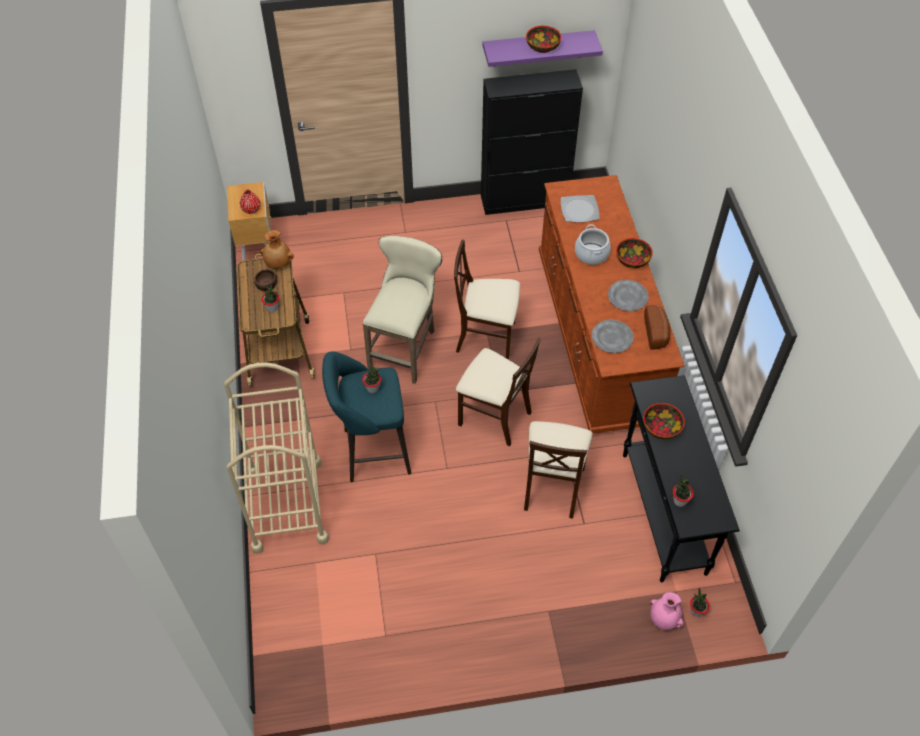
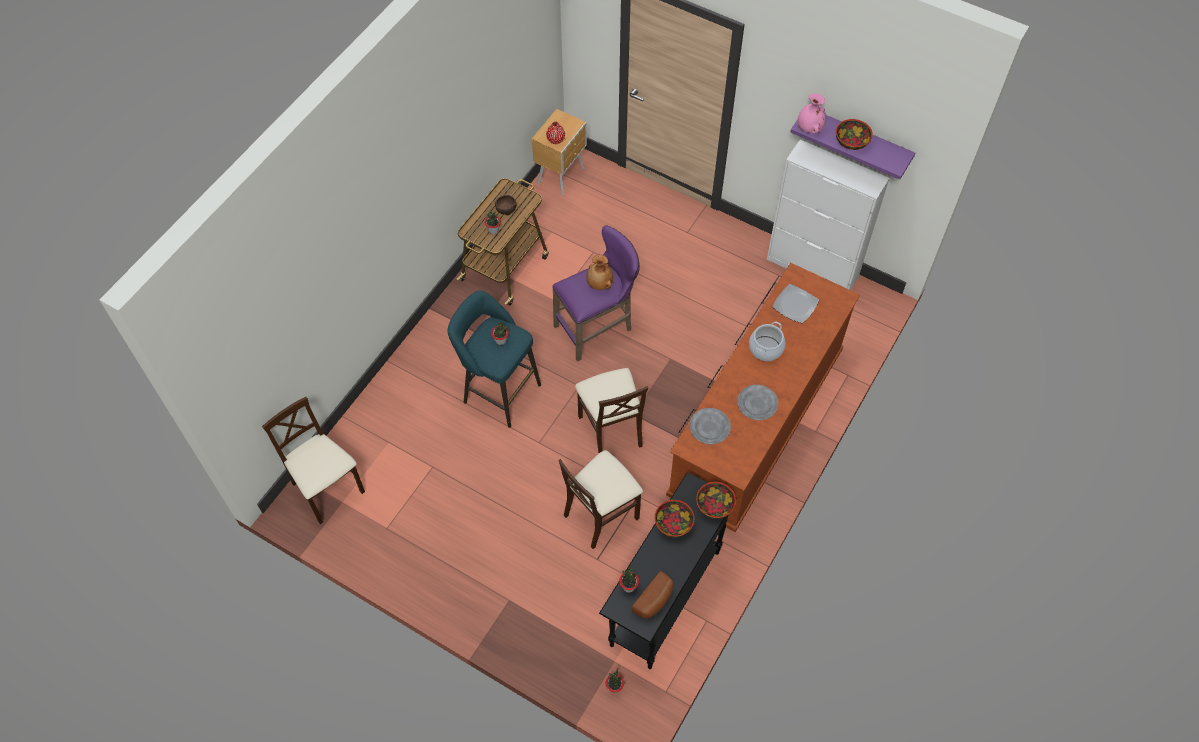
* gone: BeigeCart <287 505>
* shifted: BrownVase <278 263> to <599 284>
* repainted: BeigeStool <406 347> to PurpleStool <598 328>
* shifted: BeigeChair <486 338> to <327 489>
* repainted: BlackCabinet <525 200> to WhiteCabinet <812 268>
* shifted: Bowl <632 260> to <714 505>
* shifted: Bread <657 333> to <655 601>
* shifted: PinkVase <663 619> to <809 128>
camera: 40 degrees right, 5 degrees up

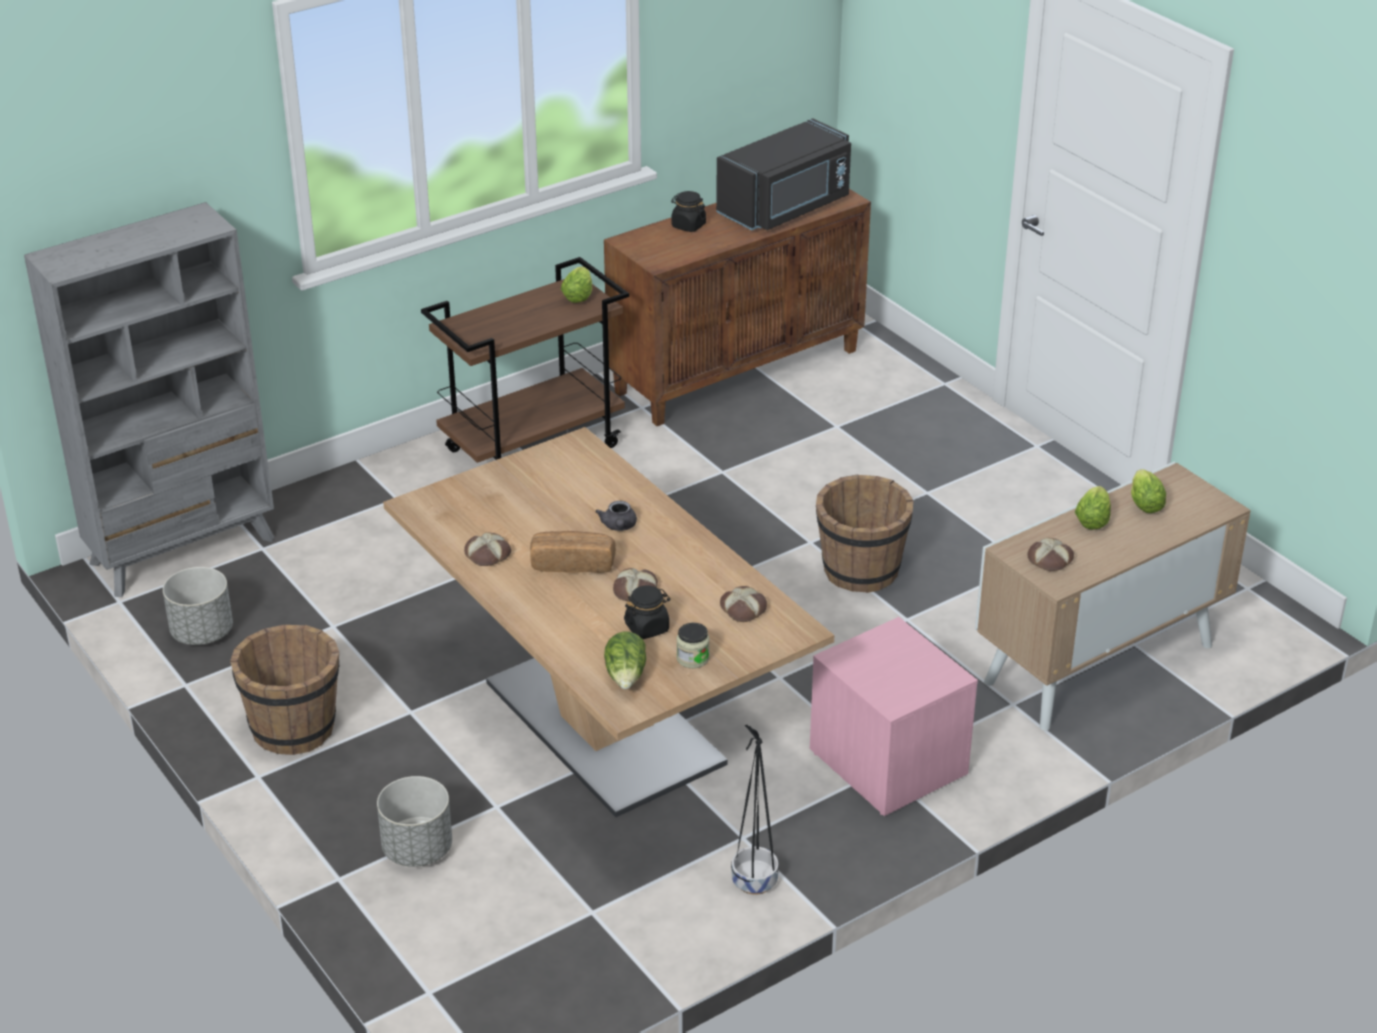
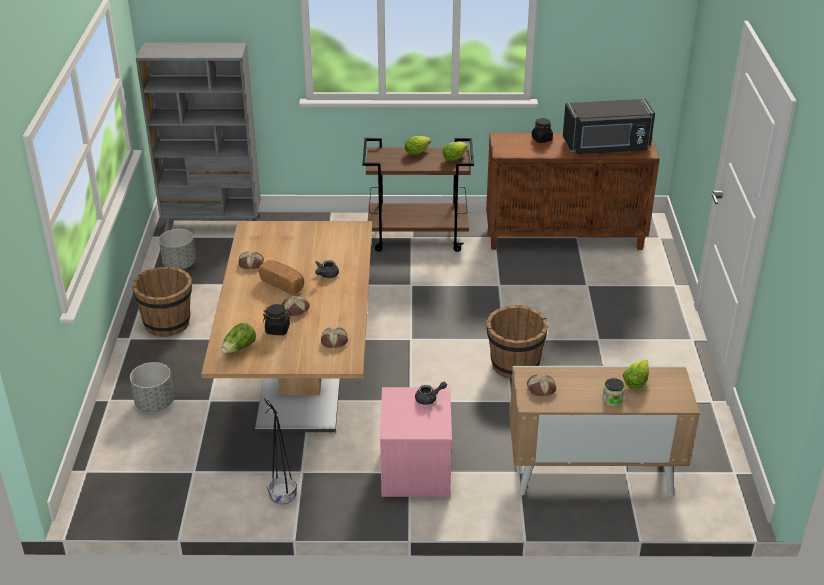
* shifted: Jar <692 658> to <612 400>
* shifted: Lettuce <1093 519> to <418 152>
* new: GreyTeapot <429 399>
camera: 35 degrees right, 0 degrees up

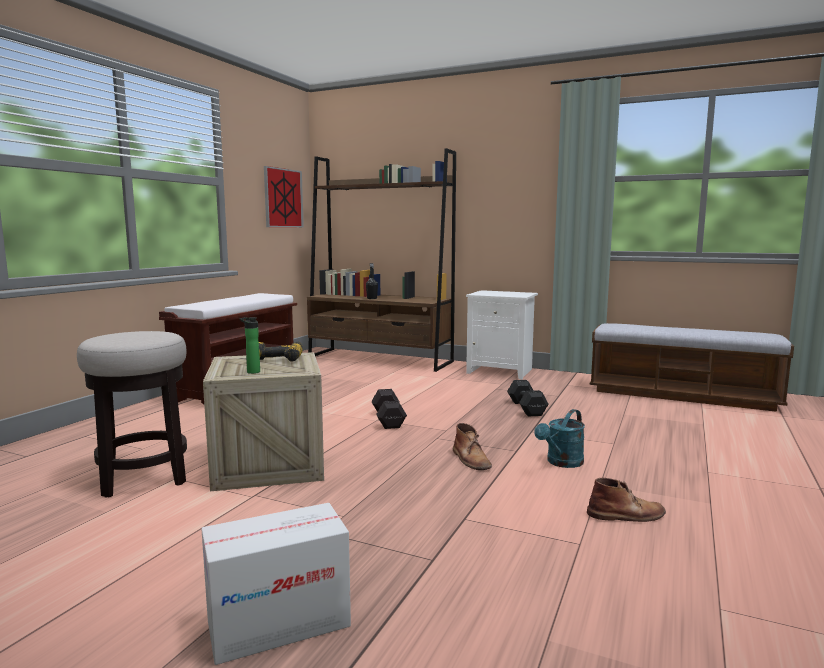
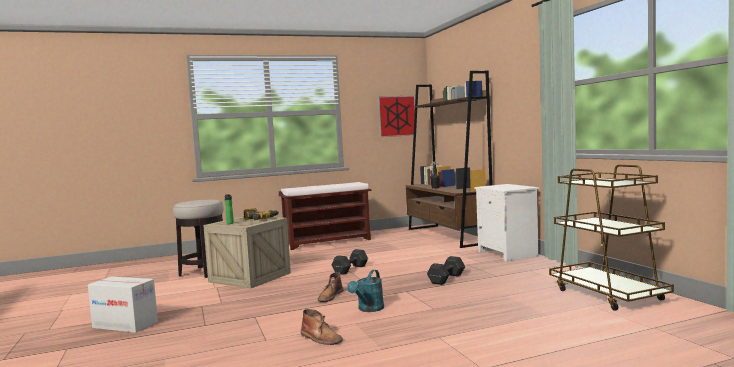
* rotated: TurquoiseWateringCan <561 463> = <368 309> 60 degrees counterclockwise
* swapped: Bench <681 395> to BrownCart <607 294>
camera: 45 degrees right, 5 degrees down

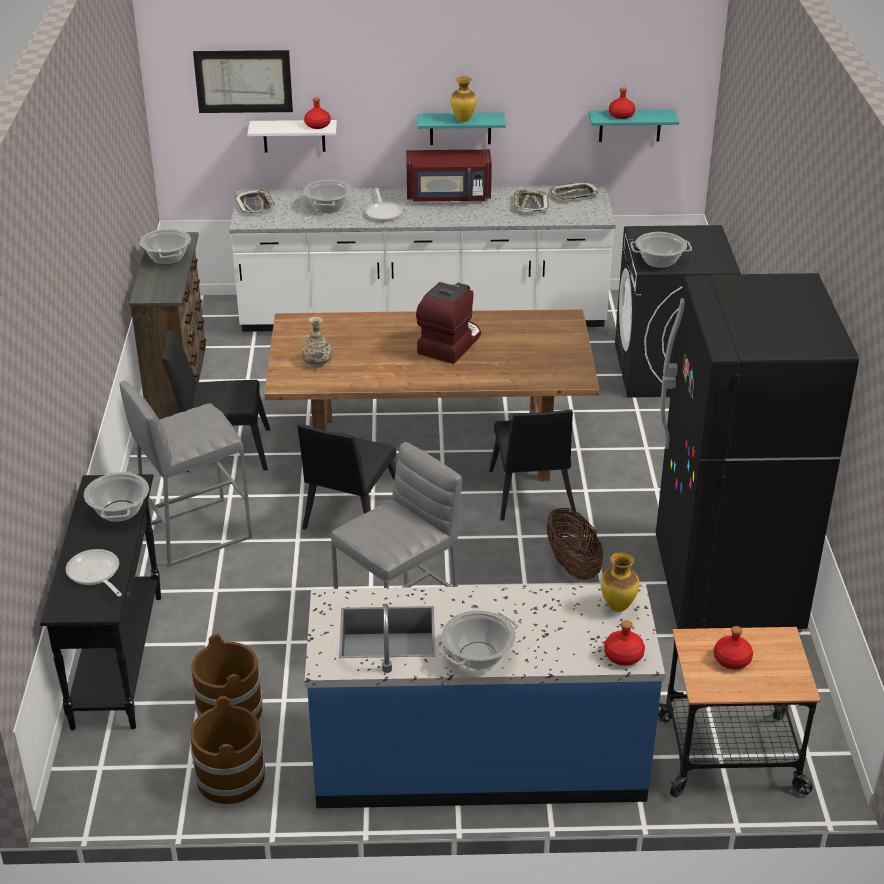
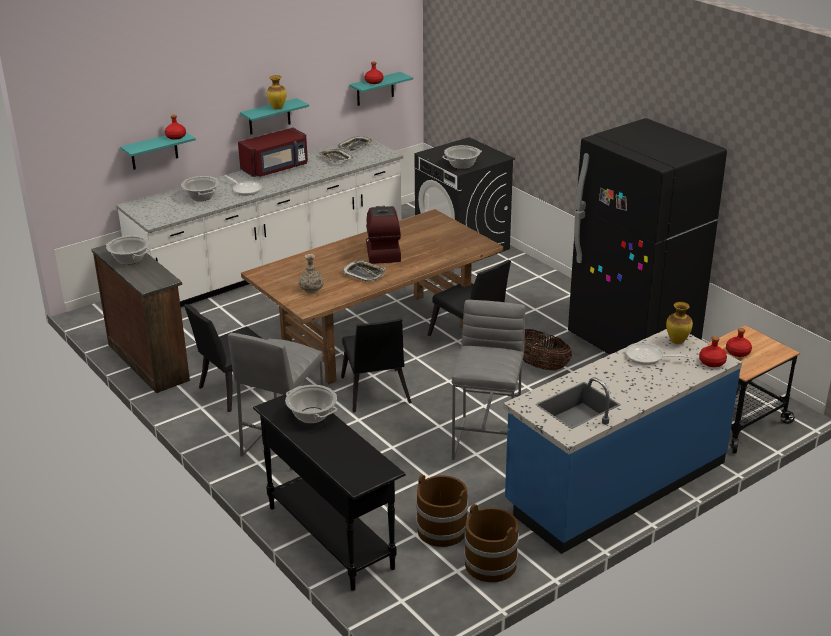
* shifted: FryingPan <95 574> to <648 357>
* gone: Picture <243 81>
* shifted: Tray <255 205> to <364 274>
* repainted: WhiteShelf <294 136> to TurquoiseShelf <154 151>
* gone: CookingPot <478 656>
camera: 35 degrees left, 5 degrees down

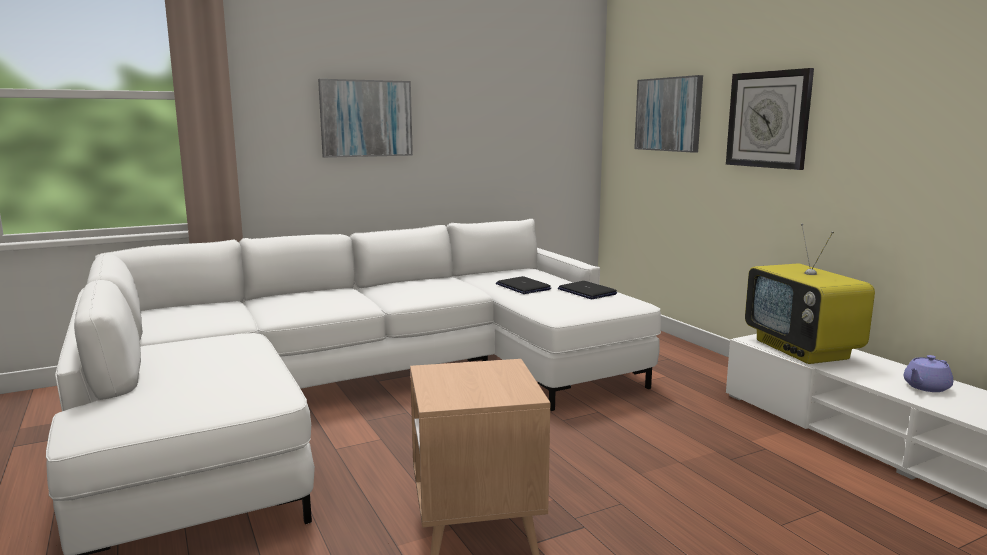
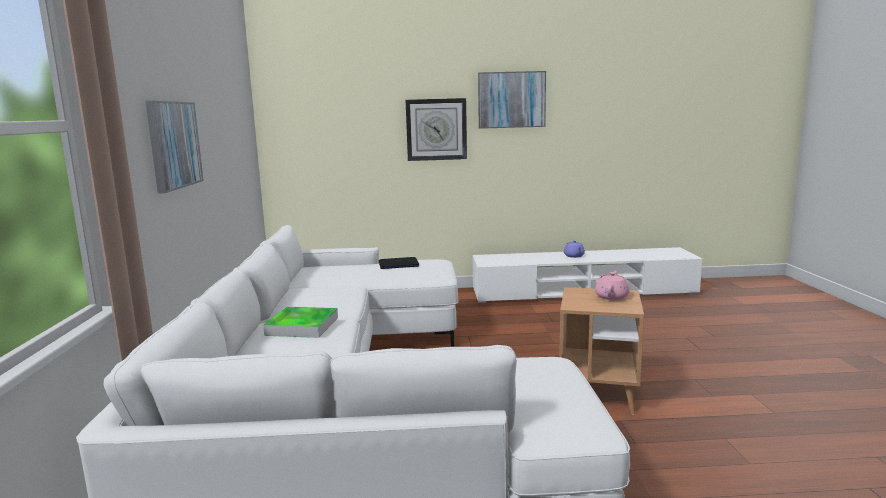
* gone: Laptop <522 287>
* shifted: Picture <668 114> to <511 100>
* gone: Television <802 350>
* new: Tray <302 326>
* new: PinkTeapot <611 297>
camera: 65 degrees left, 0 degrees up

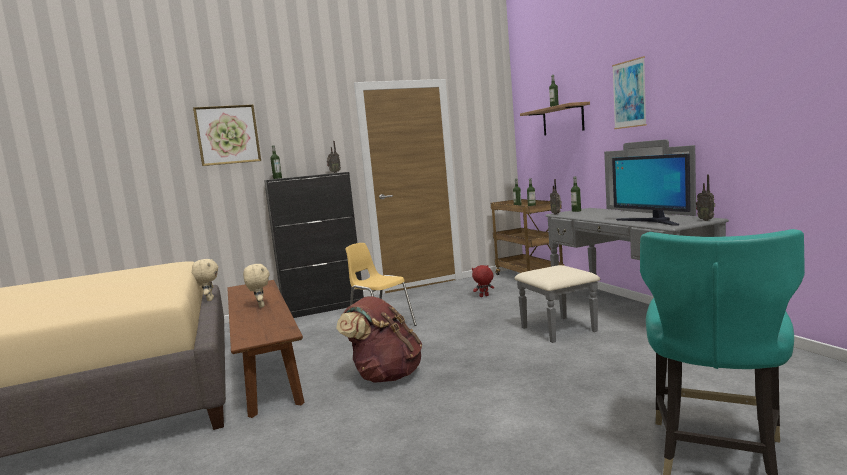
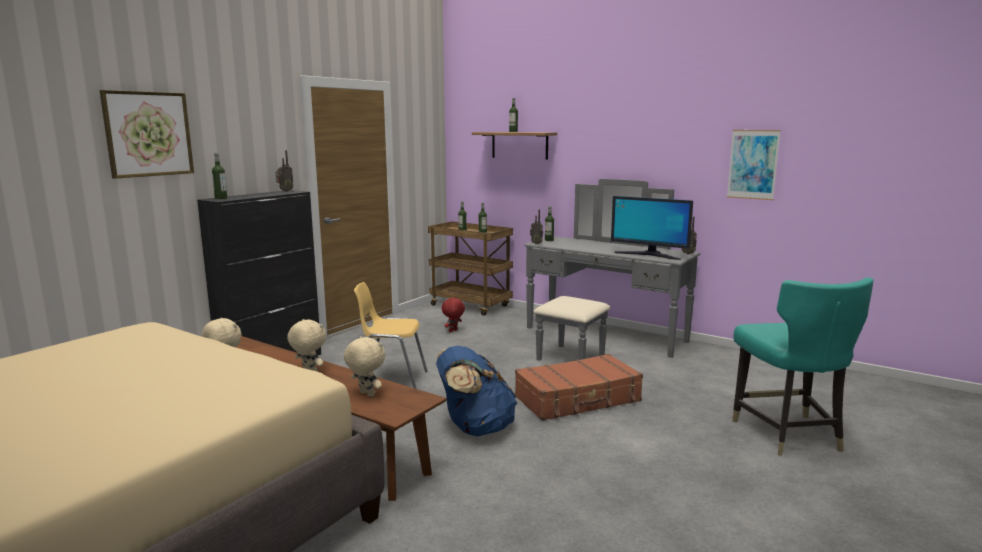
* repainted: BrownBackpack <385 376> to BlueBackpack <475 428>
* shifted: Picture <629 94> to <753 164>
* new: BeigePlushToy <366 394>
* new: BrownSuitcase <578 399>
camera: 35 degrees left, 5 degrees up

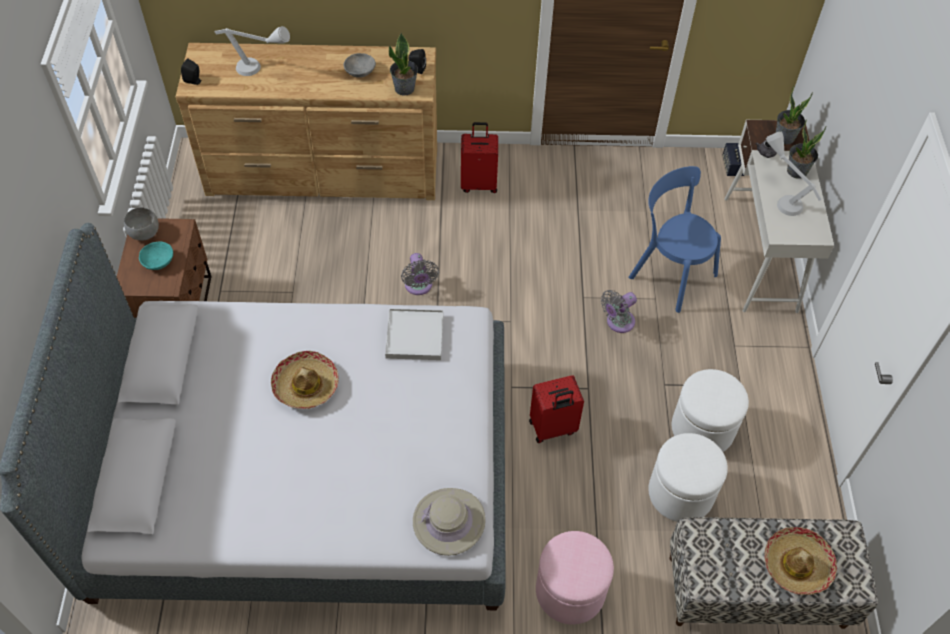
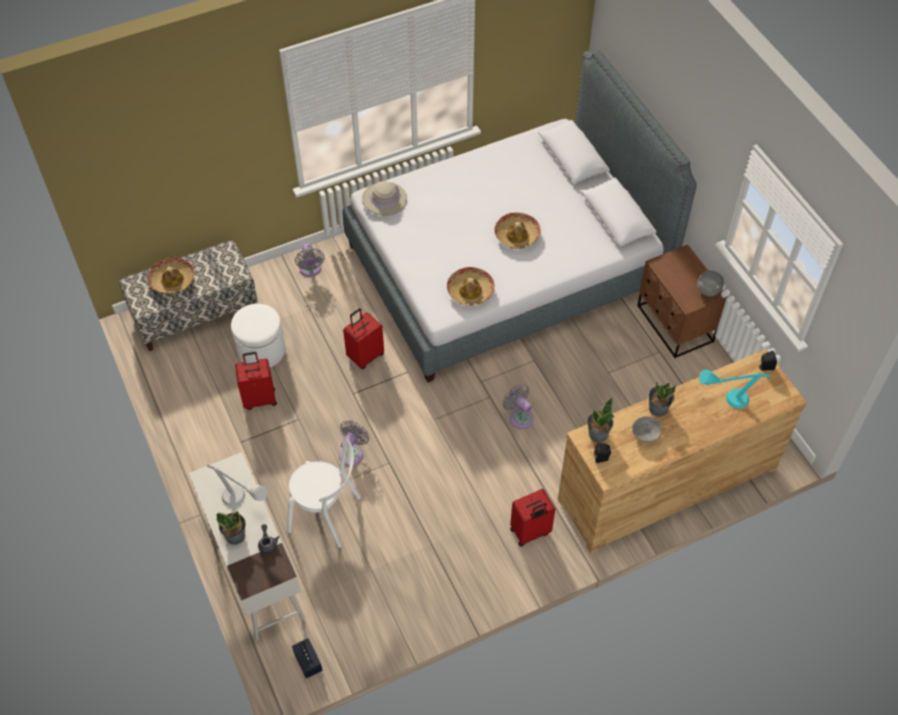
* gone: TurquoiseBowl <159 261>
* repainted: GreyTableLamp <260 70> to TurquoiseTableLamp <725 400>
* swapped: WhiteTray <415 336> to Hat <470 290>
* swapped: PinkOttoman <570 591> to GreyFan <310 270>
* repainted: BlueChair <669 273> to WhiteChair <327 515>
* swapped: WhiteOttoman <702 428> to RedSuitcase <259 398>
* shifted: PottedPlant <784 137> to <658 408>
camera: 155 degrees right, 0 degrees up

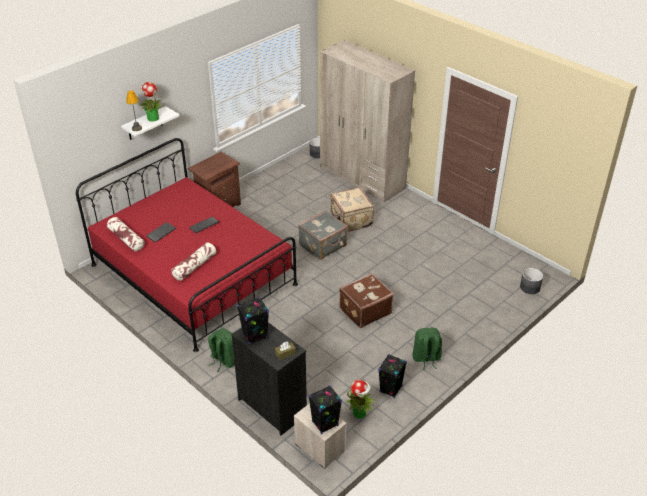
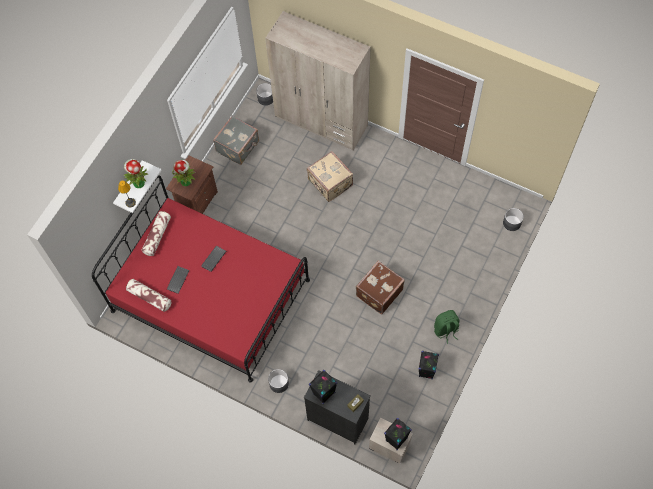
* shifted: Pillow <195 266> to <157 236>
* swapped: GreenBackpack <224 360> to GreyPlanter <279 383>
* shifted: GreySuitcase <323 245> to <238 147>
* shifted: PottedPlant <360 413> to <186 181>
camera: 15 degrees left, 25 degrees up

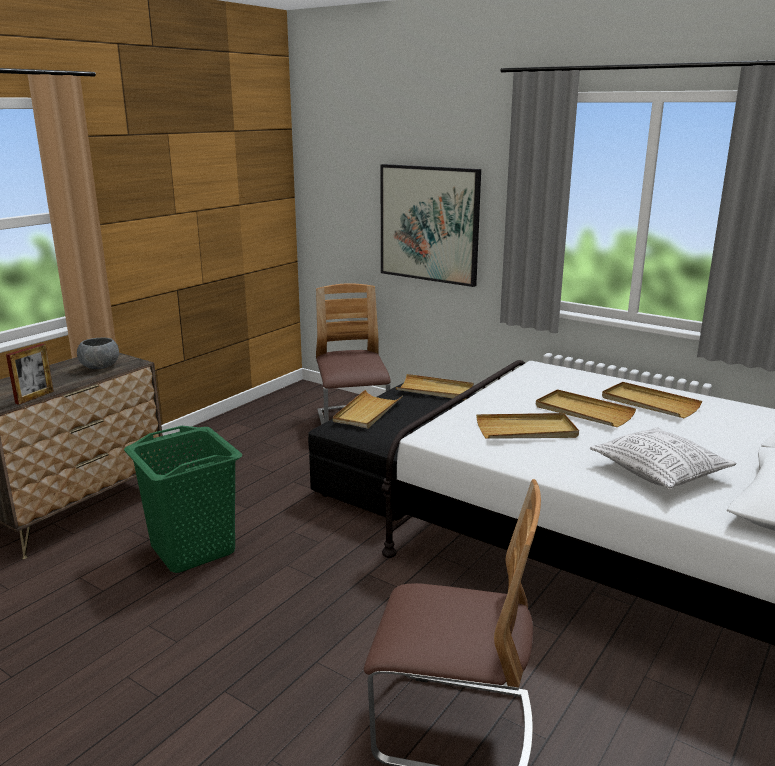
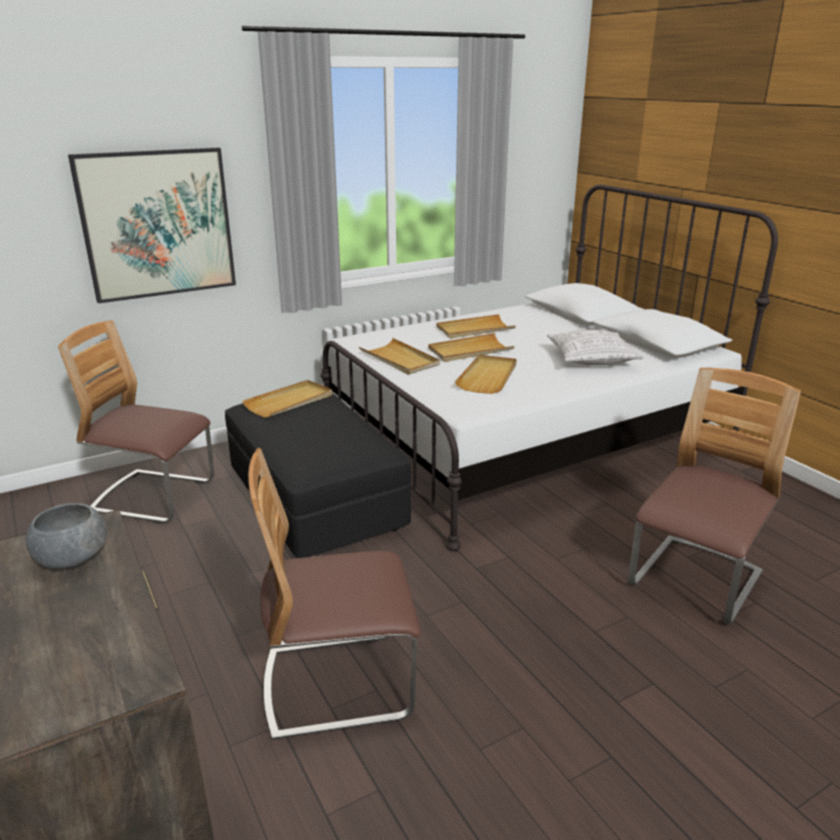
* gone: PictureFrame <34 397>
* swapped: GreenLaundryBasket <193 548> to Chair <338 684>
* shifted: BeigeTray <367 412> to <399 359>
camera: 65 degrees left, 5 degrees up

